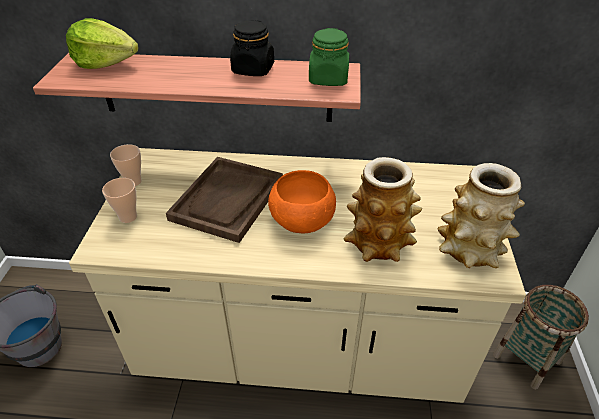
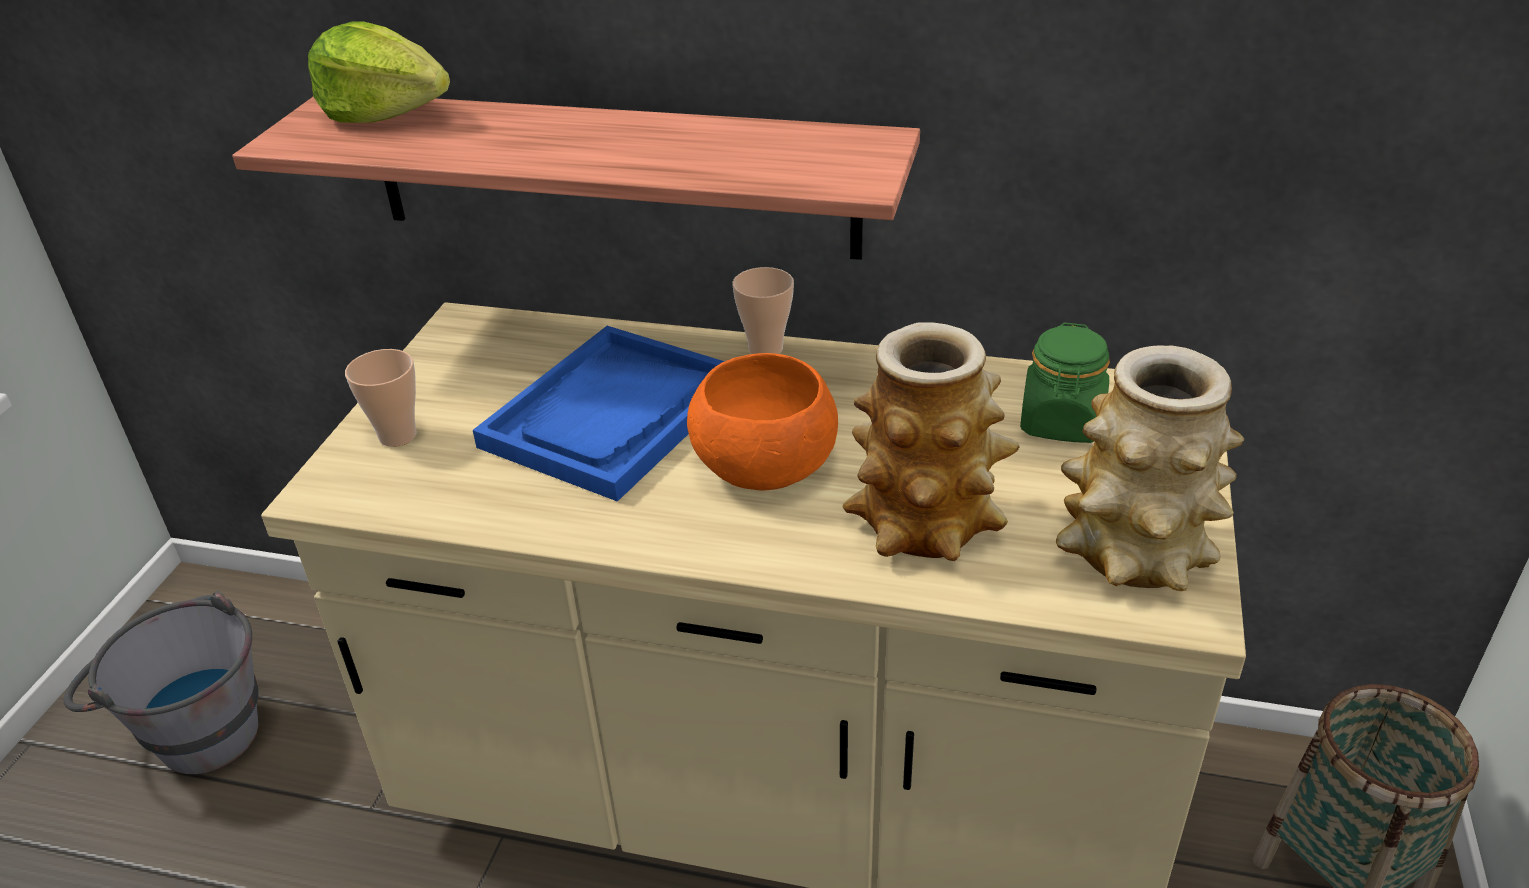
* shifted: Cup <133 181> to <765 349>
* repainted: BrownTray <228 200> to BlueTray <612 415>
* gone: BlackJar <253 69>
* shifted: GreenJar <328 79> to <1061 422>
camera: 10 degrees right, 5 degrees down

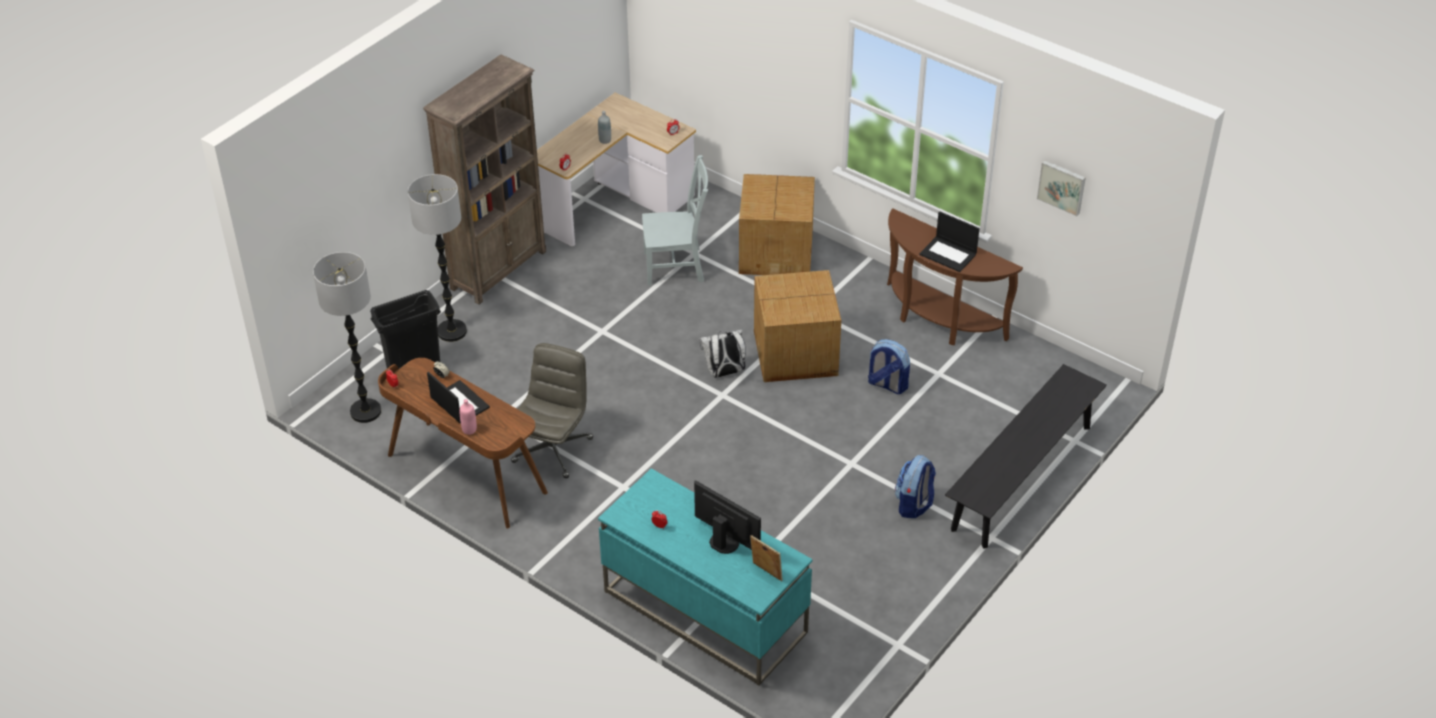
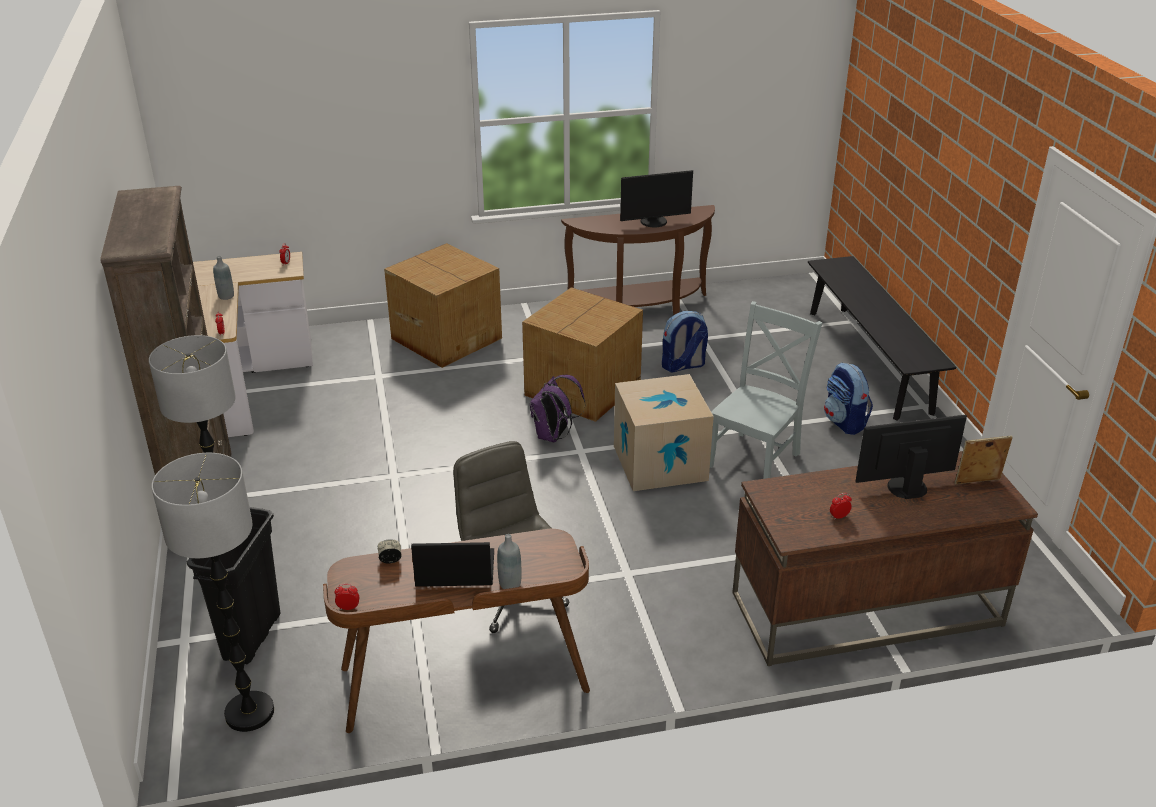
* repainted: PinkBottle <469 430> to GreyBottle <510 584>
* repainted: TurquoiseDesk <704 611> to BrownDesk <865 610>
* shifted: GreyChair <677 266> to <756 458>
* repainted: WhiteBackpack <724 373> to PurpleBackpack <554 436>
* swapped: Laptop <949 254> to Monitor <654 222>
* gone: Picture <1062 186>
* new: CardboardBox <660 463>
camera: 50 degrees left, 10 degrees down

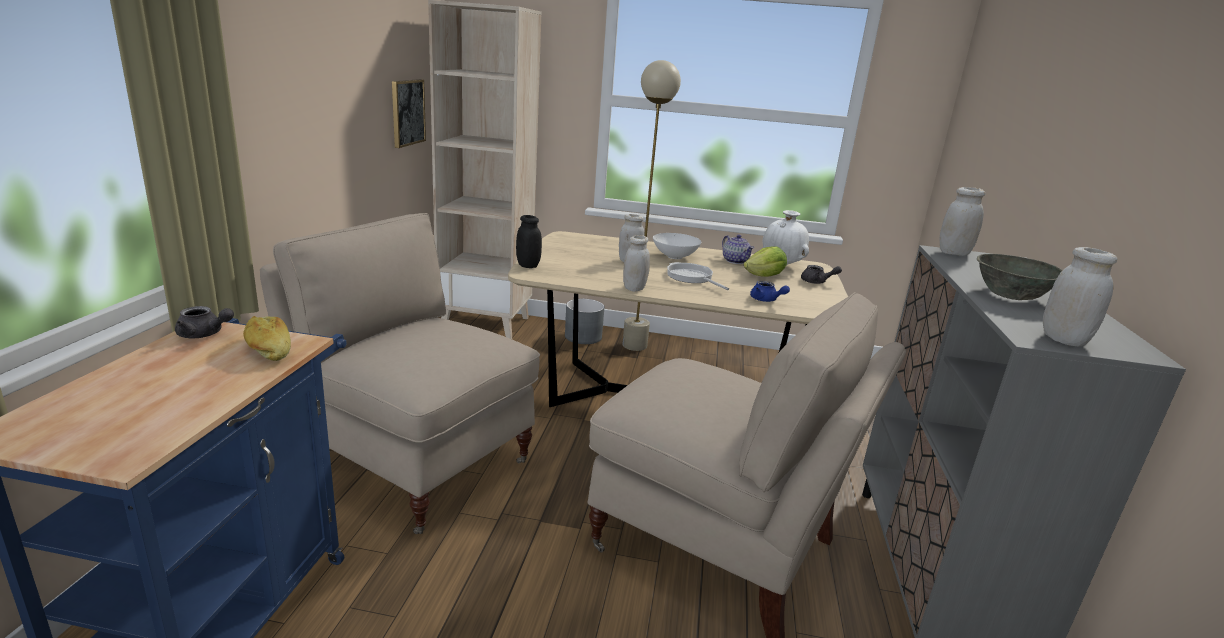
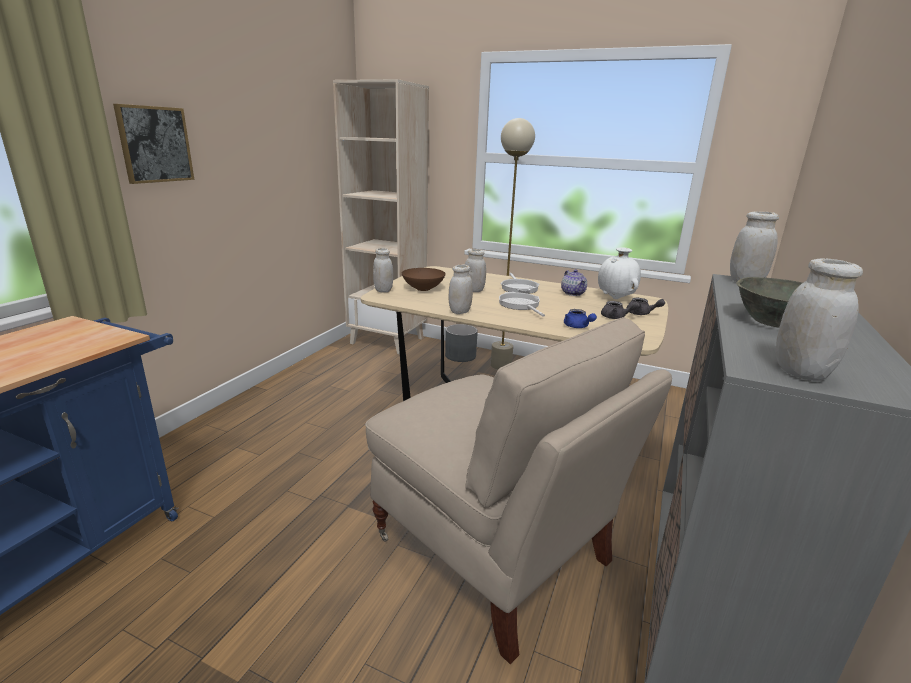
* shifted: GreyTeapot <204 334> to <616 317>
* gone: Bread <268 350>
* gone: BeigeChair <413 463>
* shifted: Picture <407 112> to <155 144>
* repainted: BlackJar <528 265> to WhiteJar <383 290>
* swapped: WhiteBowl <675 256> to FryingPan <519 288>
* gone: Lettuce <764 276>
* new: BrownBowl <423 289>
camera: 15 degrees right, 0 degrees up

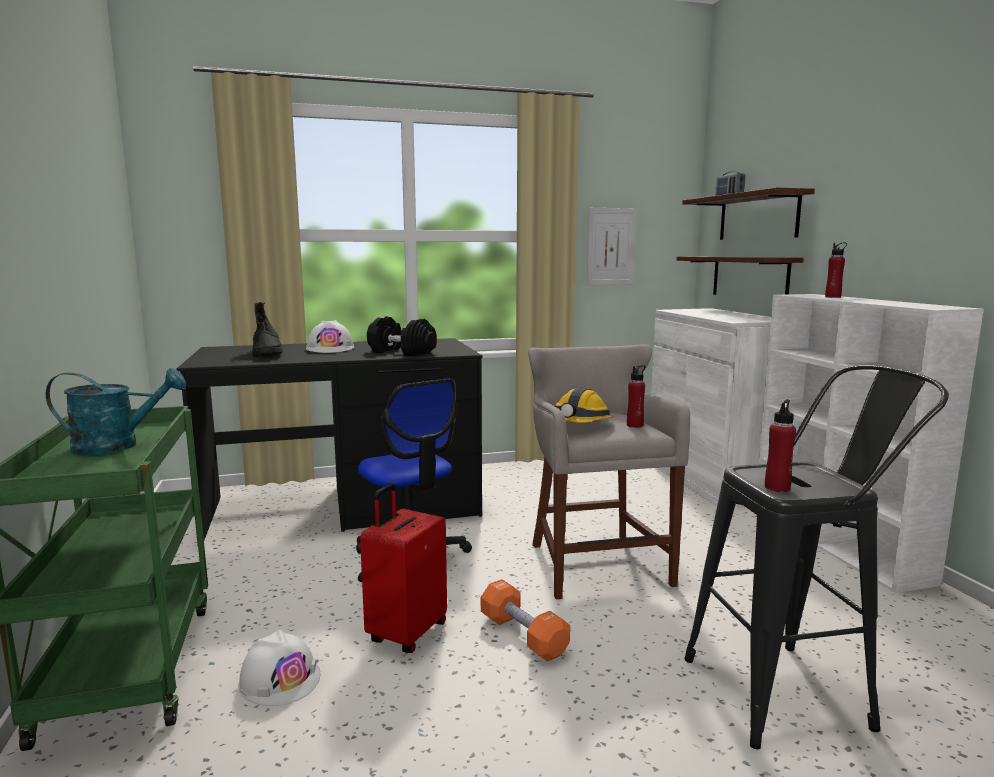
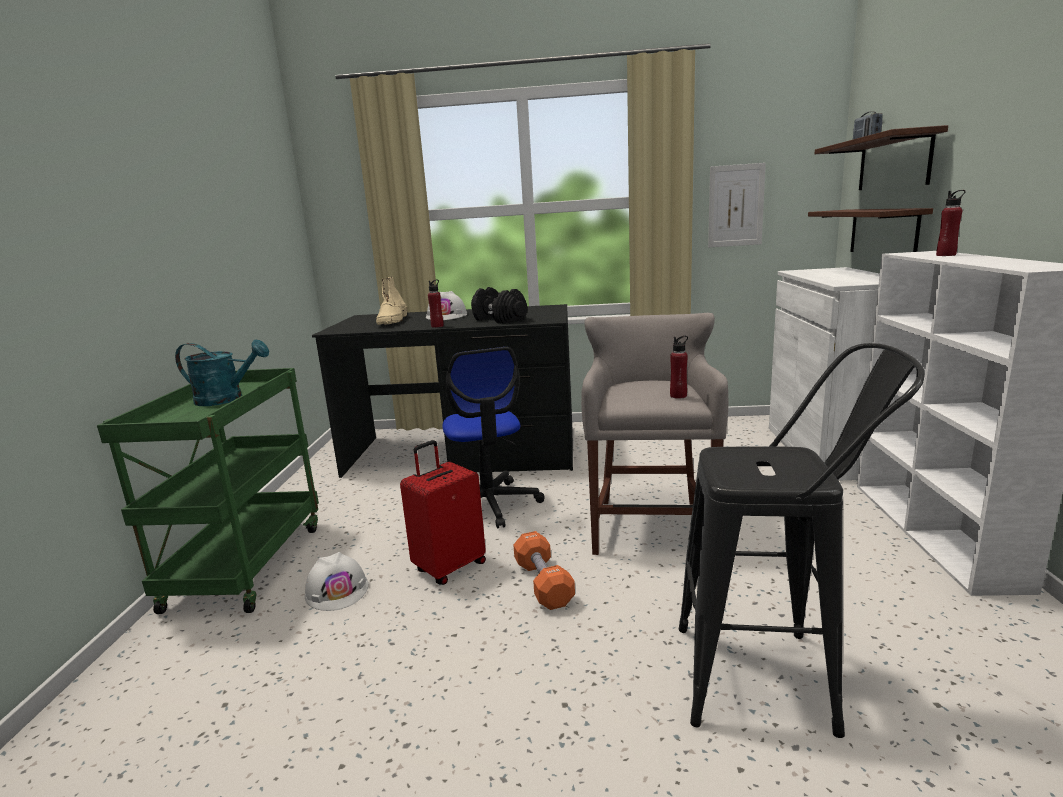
* repainted: BlackBoot <267 353> to BeigeBoot <392 321>
* gone: HardHat <579 424>
* shifted: RedBottle <777 488> to <437 326>
camera: 20 degrees right, 5 degrees up

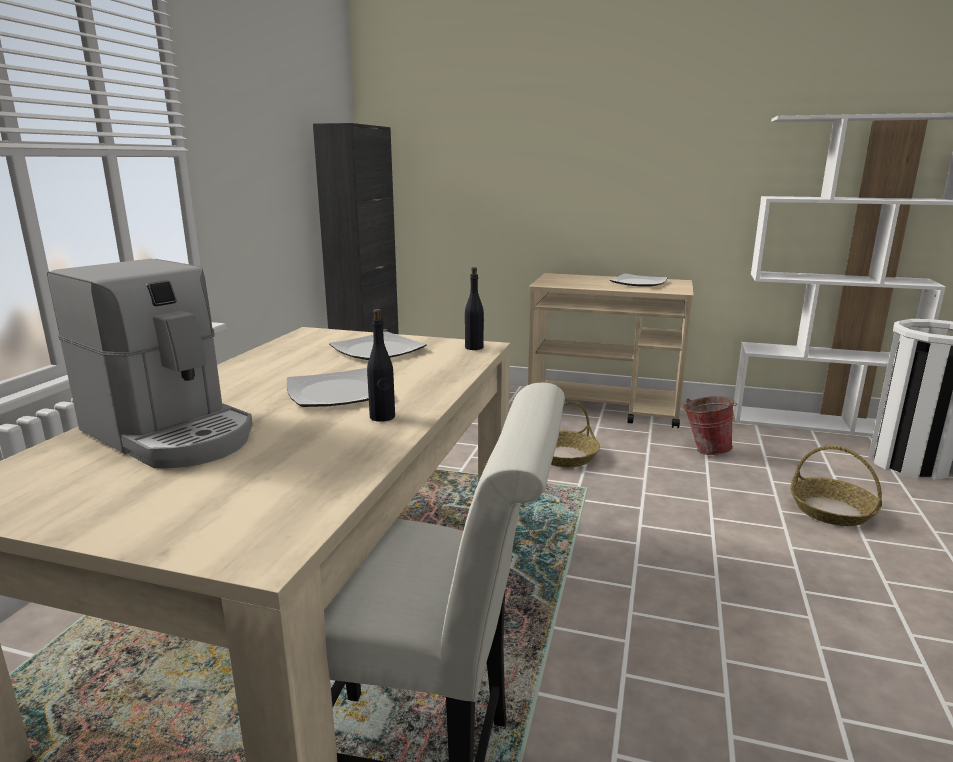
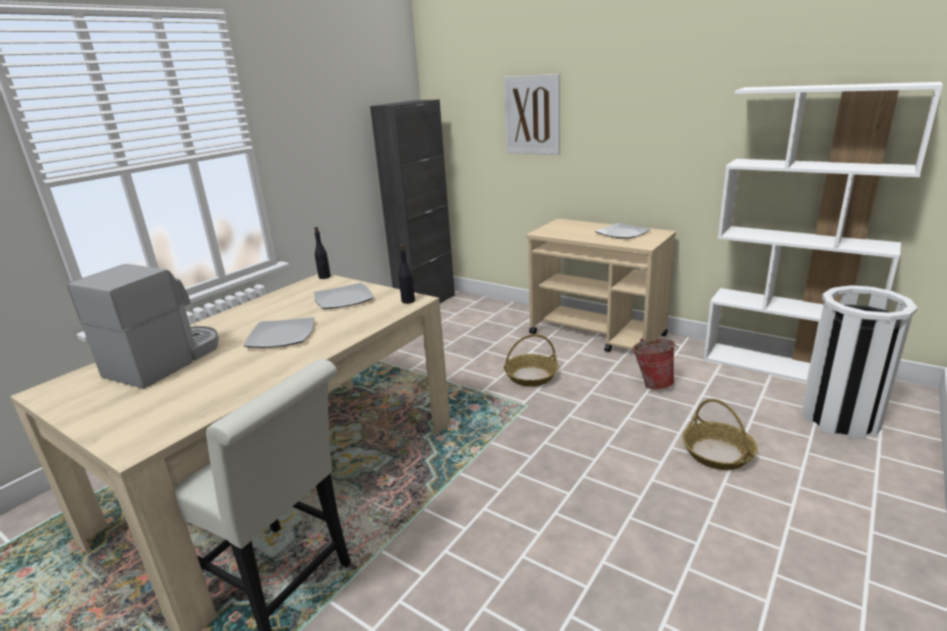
* rotated: CoffeeMachine <171 434> = <166 360> 120 degrees counterclockwise
* shifted: BlackBottle <382 417> to <324 277>
* new: Picture <532 115>
camera: 20 degrees right, 5 degrees up

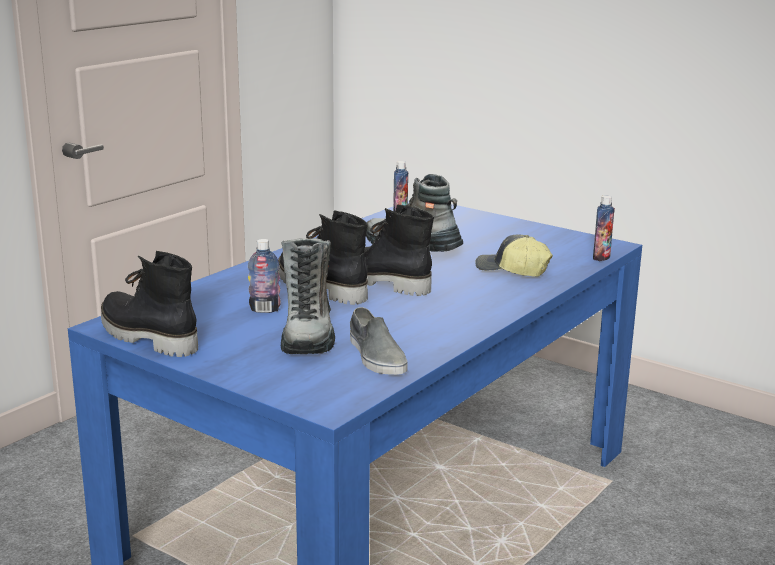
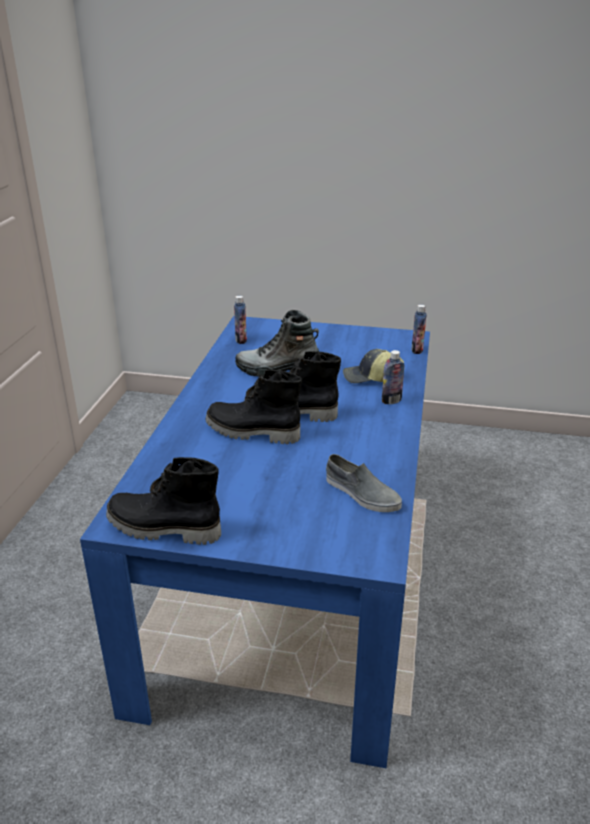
* shifted: Bottle <265 309> to <391 401>
* gone: Boot <308 334>
camera: 25 degrees left, 10 degrees up

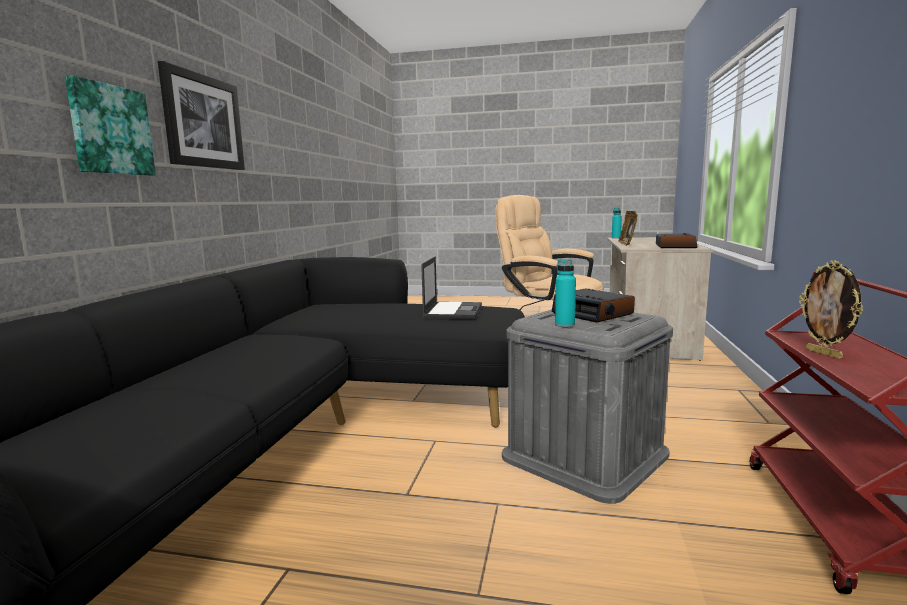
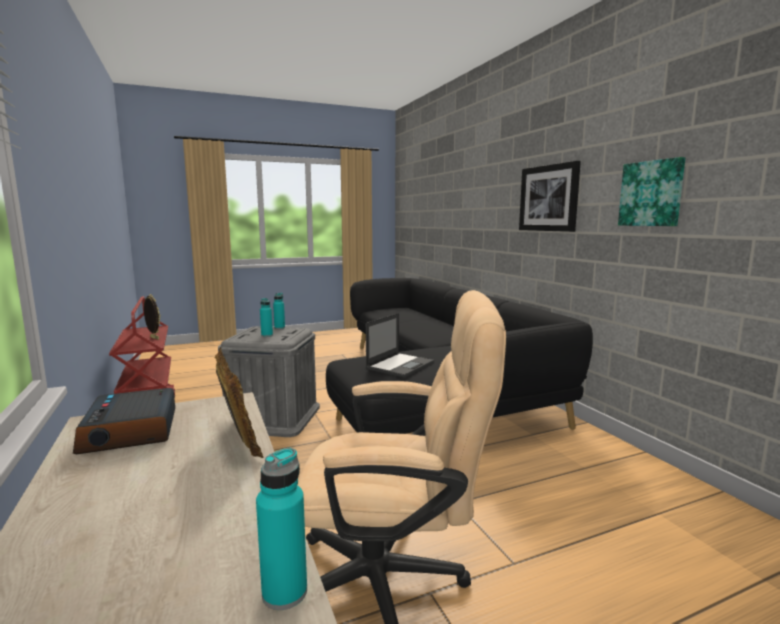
* shifted: Picture <110 130> to <651 193>
* rotated: Laptop <453 310> = <400 365> 120 degrees counterclockwise
* swapped: AlarmClock <593 313> to TurquoiseBottle <267 335>
camera: 145 degrees right, 0 degrees up

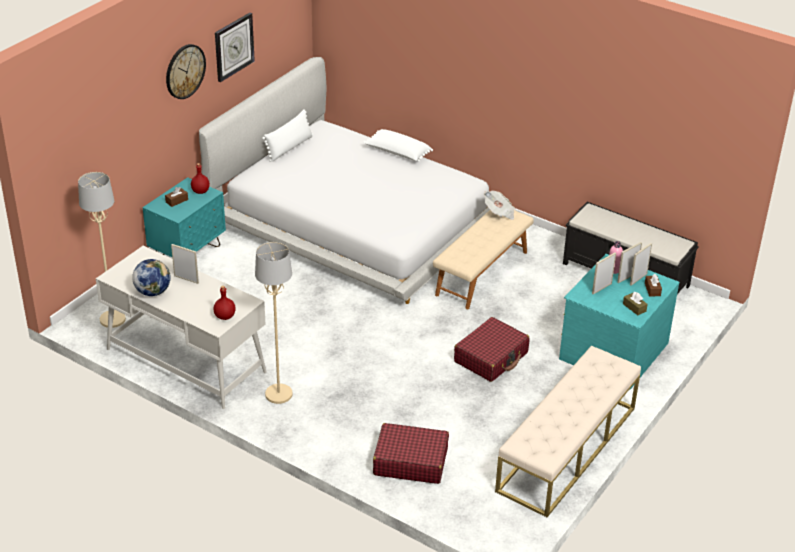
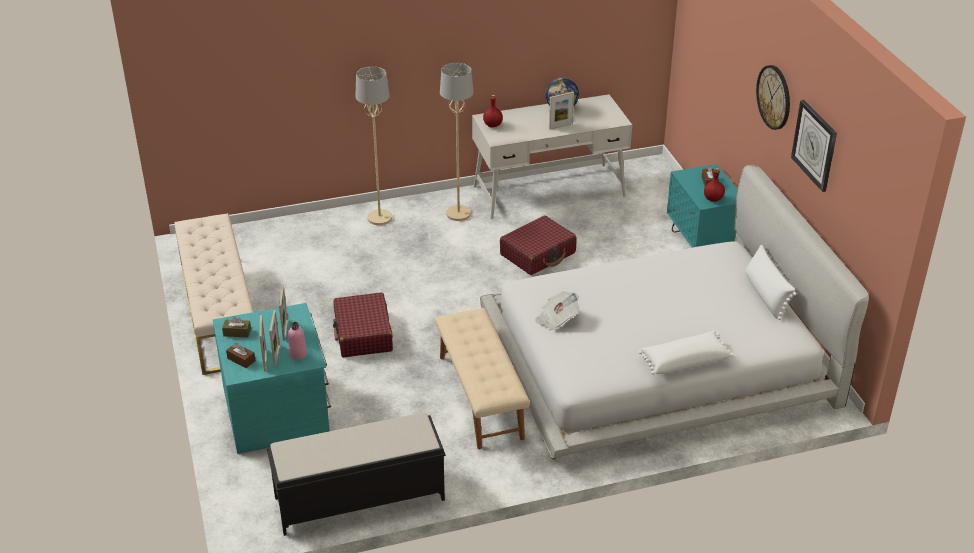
* shifted: BeigeFloorLamp <113 319> to <379 218>
* shifted: RedSuitcase <410 461> to <538 254>
* shifted: Newspaper <499 213> to <557 319>
camera: 130 degrees right, 0 degrees up

